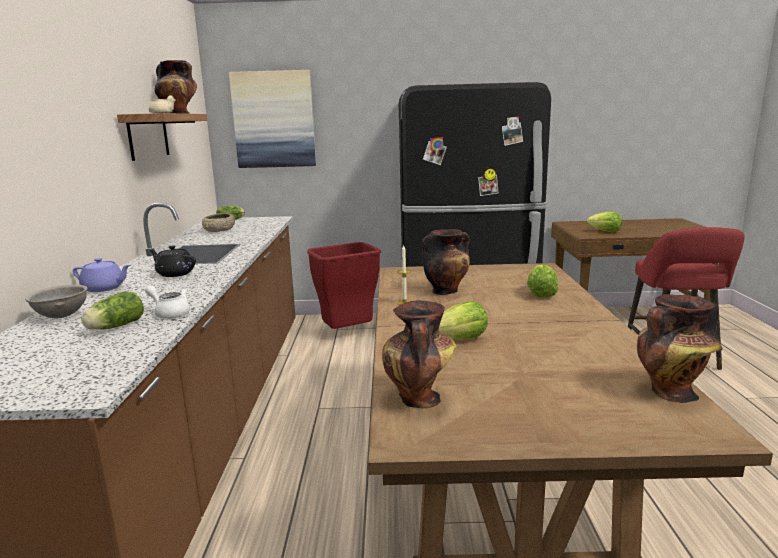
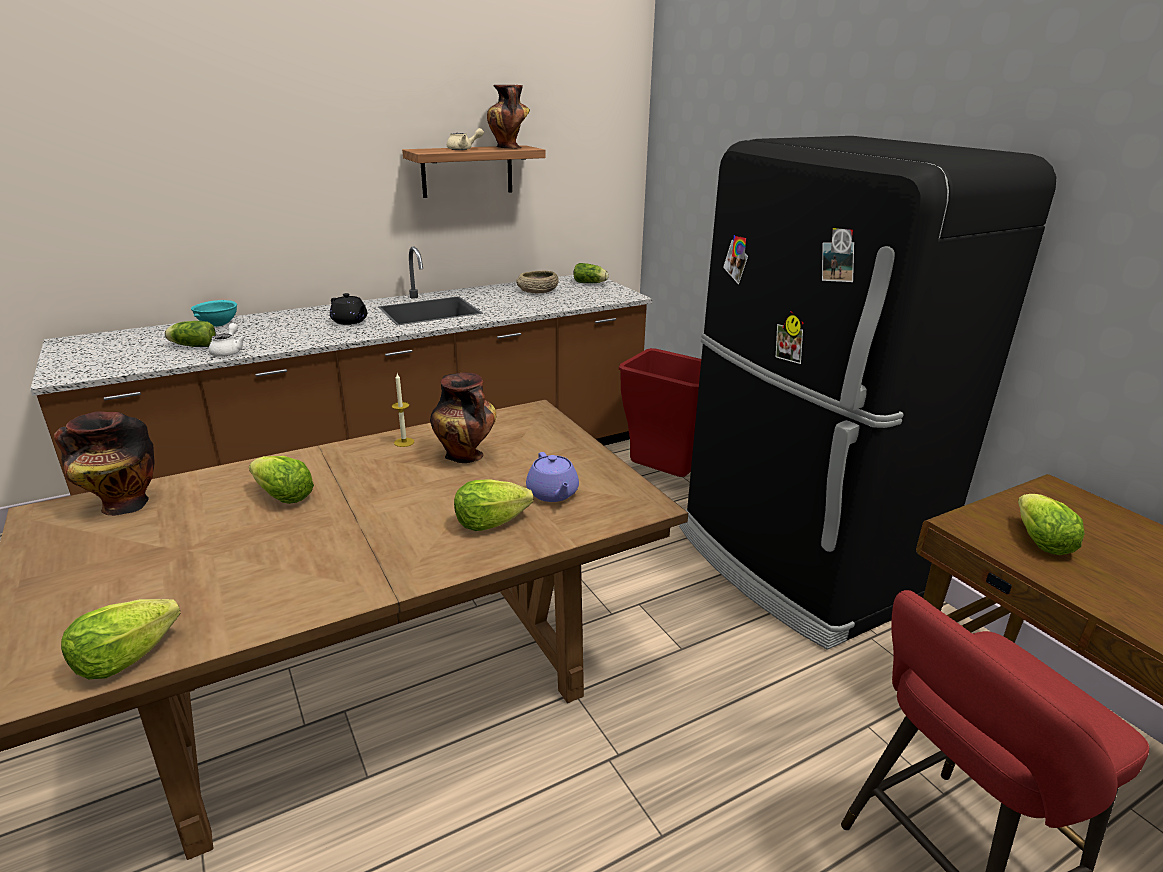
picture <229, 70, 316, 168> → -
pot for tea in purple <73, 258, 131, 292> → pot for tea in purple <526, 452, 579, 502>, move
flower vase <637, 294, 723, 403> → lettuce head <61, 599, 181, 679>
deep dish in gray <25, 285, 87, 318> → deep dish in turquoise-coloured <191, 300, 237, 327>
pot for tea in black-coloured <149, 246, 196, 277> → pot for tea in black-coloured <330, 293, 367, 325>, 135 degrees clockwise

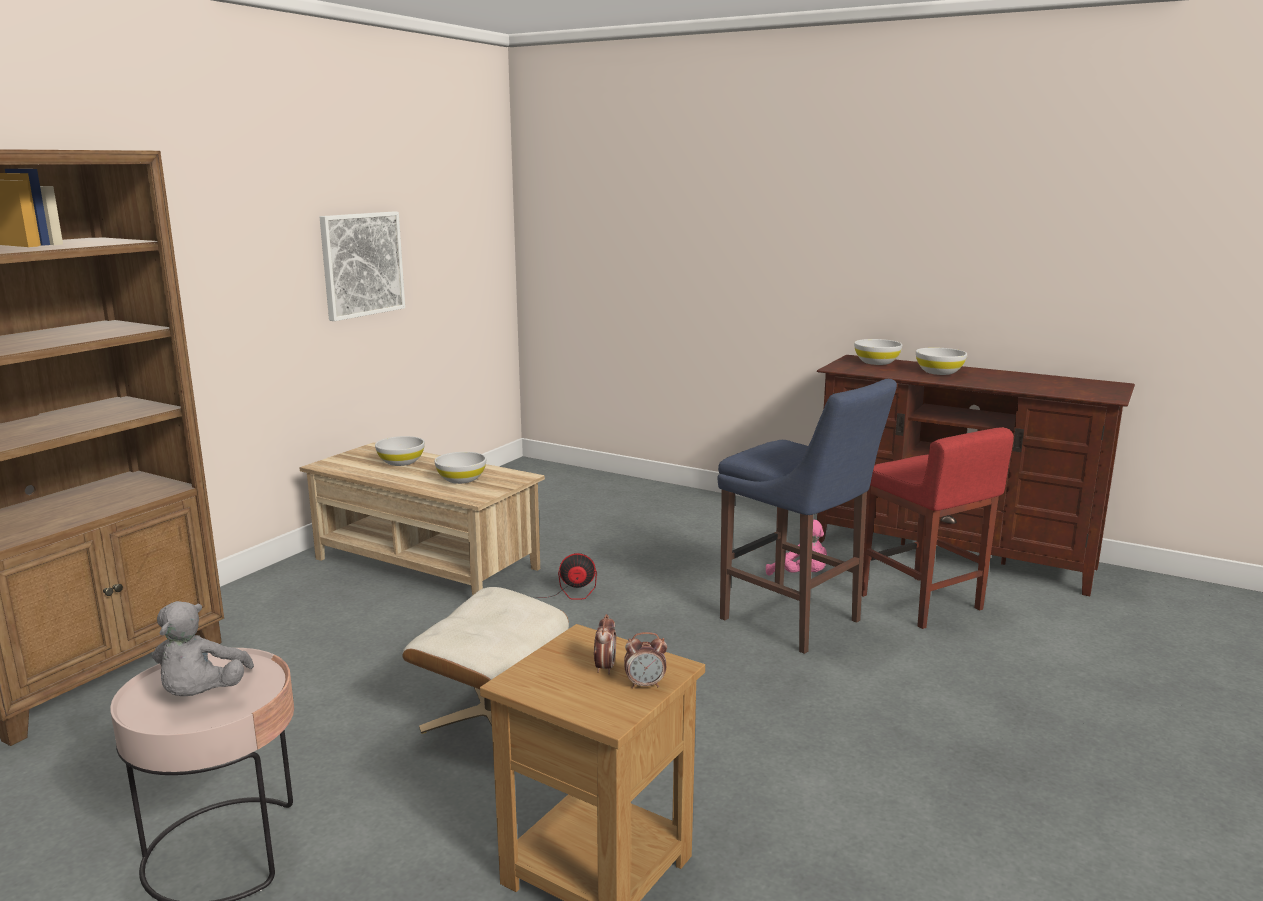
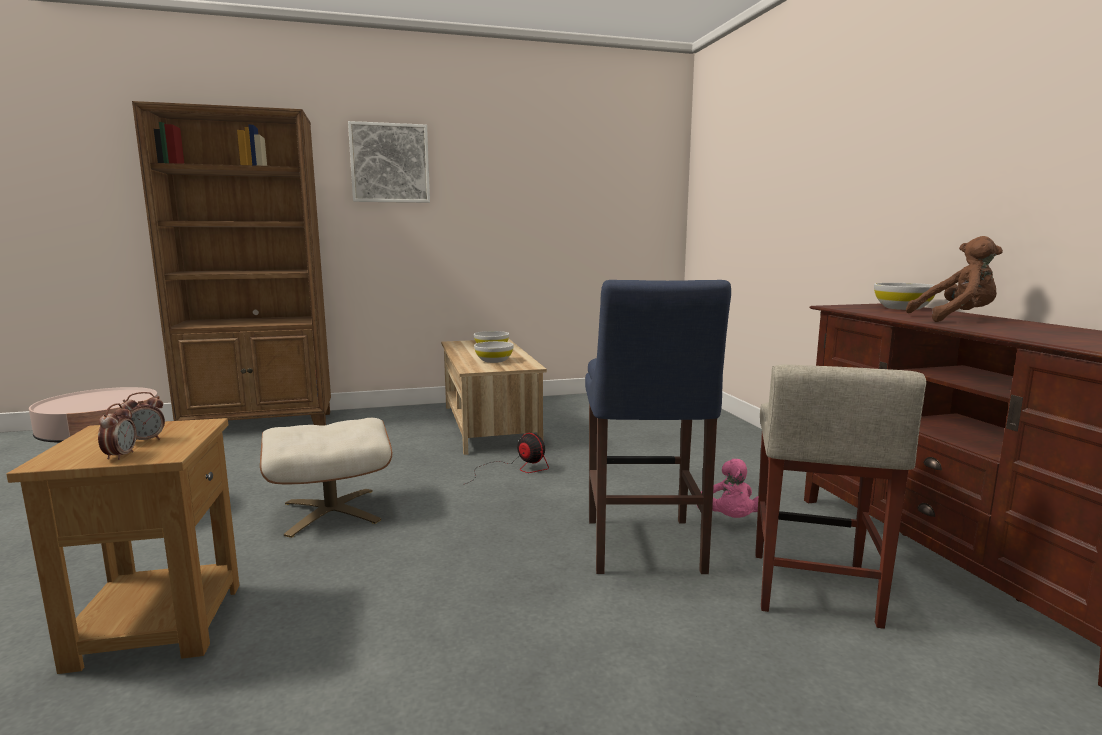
soft toy in gray <152, 601, 254, 696> → -
picture <320, 212, 405, 321> → picture <348, 121, 430, 203>, move
deep dish in whitish <916, 347, 967, 375> → soft toy in brown-coloured <906, 236, 1003, 322>
stool seat in red-coloured <862, 427, 1014, 629> → stool seat in beige <755, 365, 926, 629>
bedside clock <624, 632, 667, 688> → bedside clock <98, 403, 136, 460>, 135 degrees counterclockwise

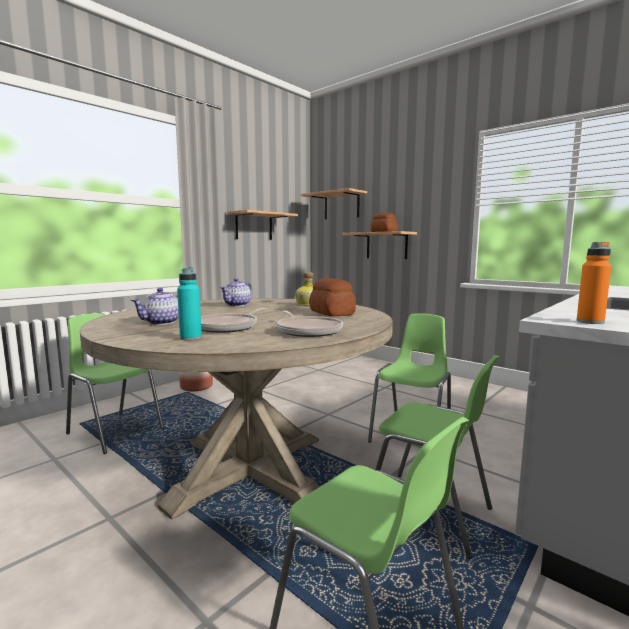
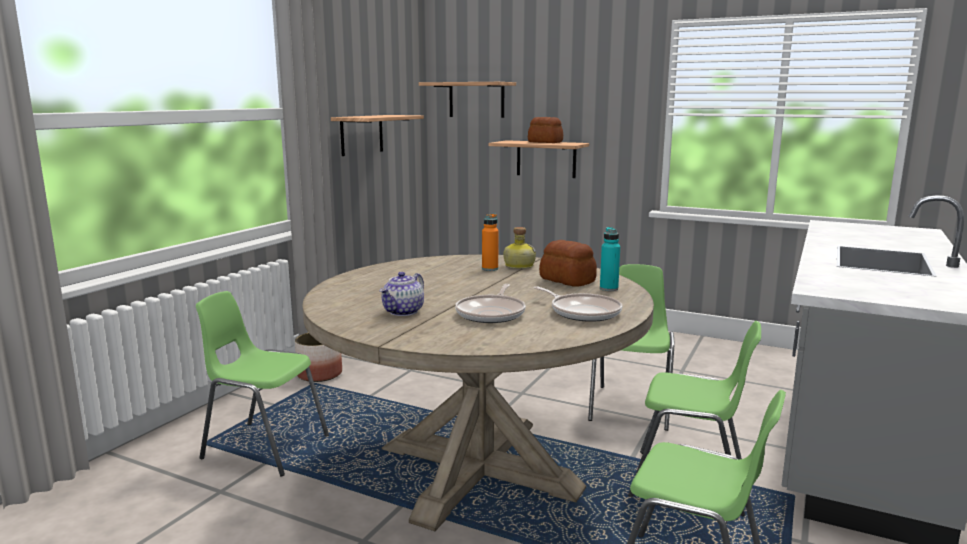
pot for tea <220, 278, 253, 306> → -
drink bottle in turquoise-coloured <177, 267, 202, 341> → drink bottle in turquoise-coloured <600, 227, 620, 291>, move
drink bottle in orange <576, 242, 611, 324> → drink bottle in orange <482, 214, 499, 271>, move

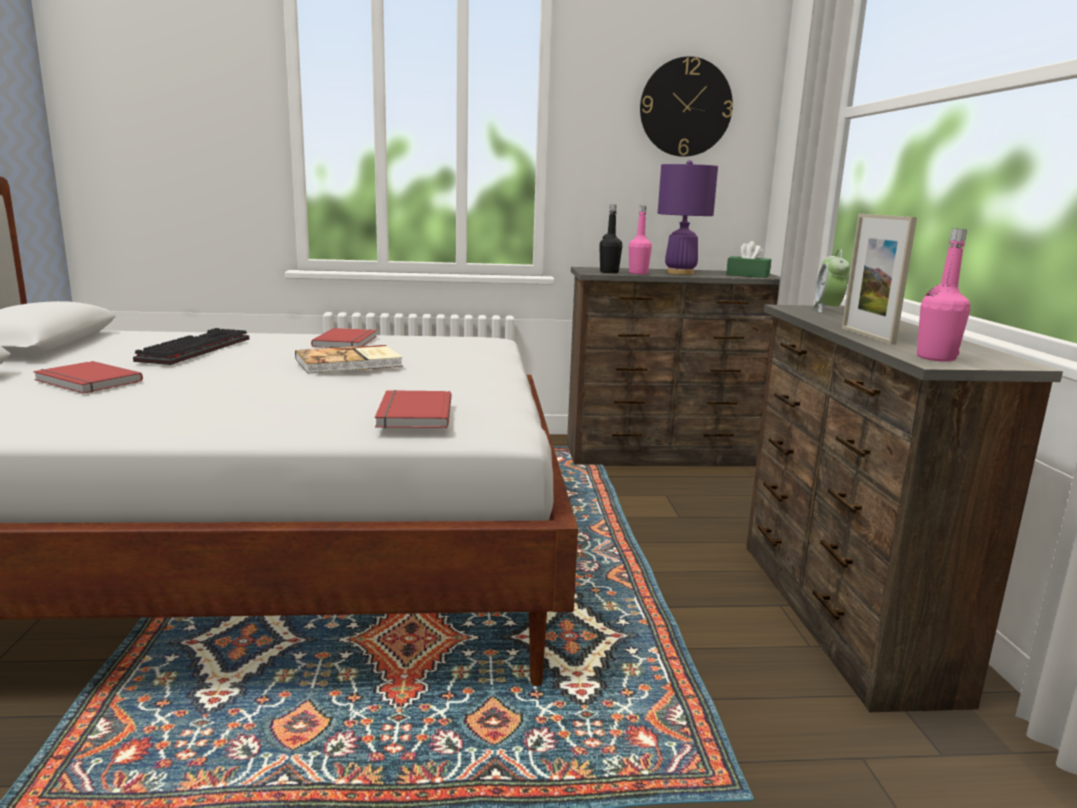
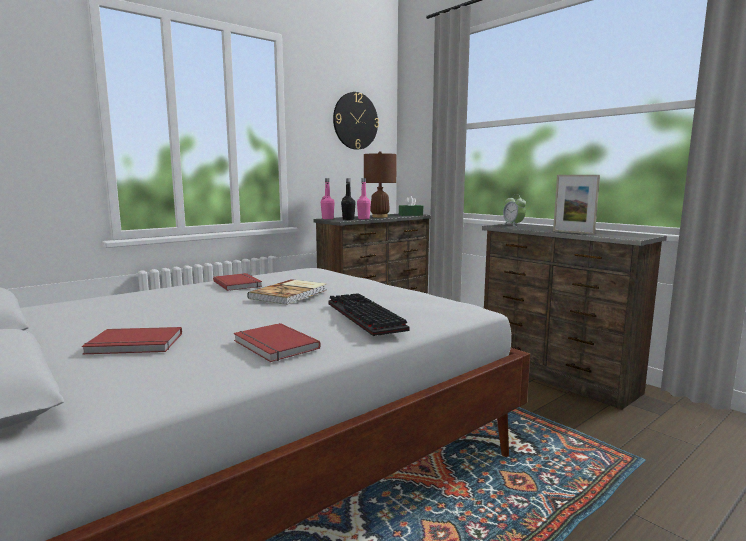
keyboard <133, 328, 249, 365> → keyboard <328, 293, 409, 336>, move
volume in red-coloured <375, 390, 451, 428> → volume in red-coloured <234, 323, 321, 362>, move
drink bottle in pink <917, 229, 970, 362> → drink bottle in pink <321, 178, 335, 219>, move
table lamp in purple <658, 160, 718, 275> → table lamp in brown-coloured <364, 151, 397, 218>

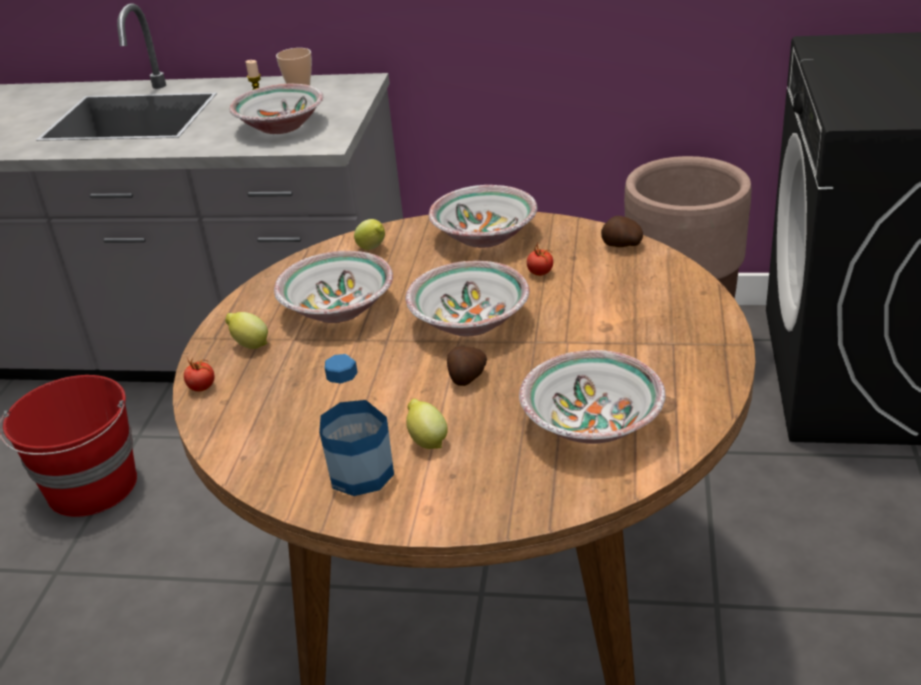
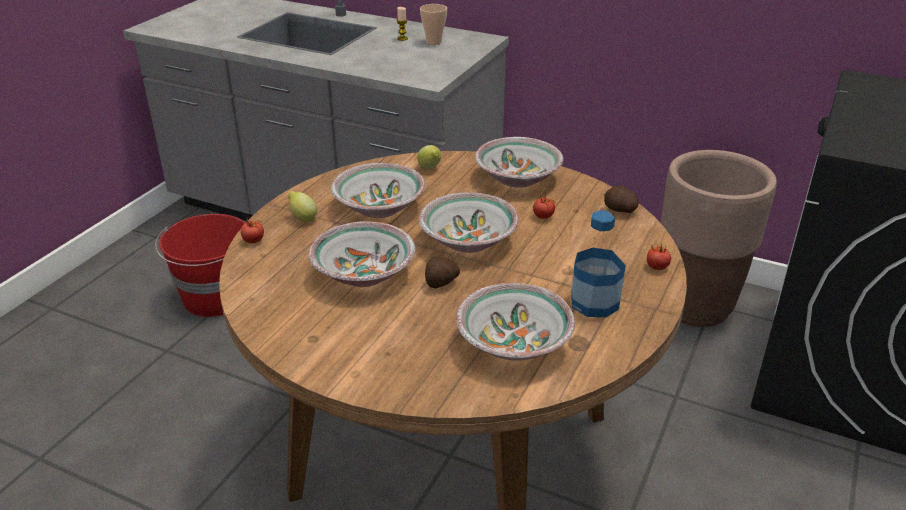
whole lemon <406, 399, 448, 449> → -
- → whole tomato <647, 244, 671, 270>
deep dish <230, 84, 323, 134> → deep dish <308, 221, 416, 287>, move
drink bottle <319, 354, 394, 496> → drink bottle <571, 210, 626, 317>, move

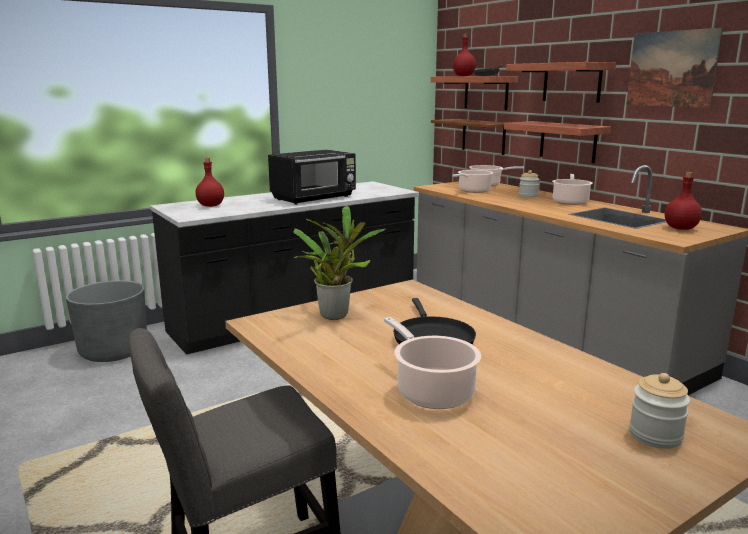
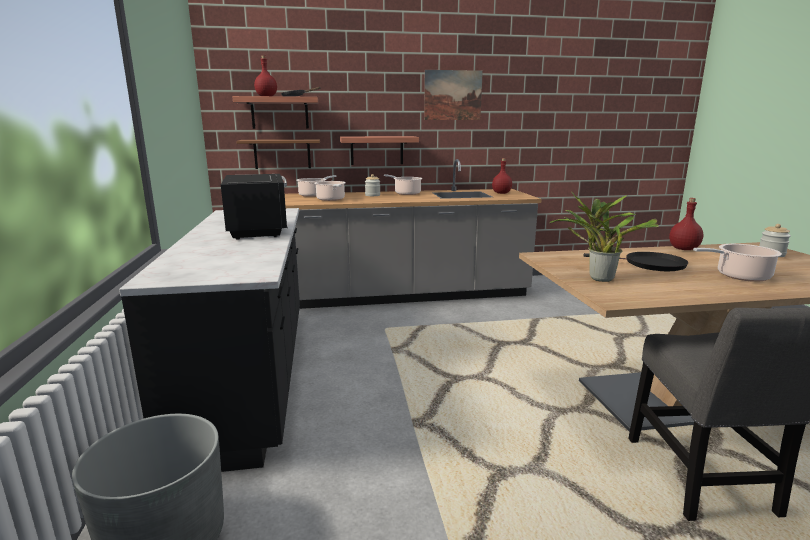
shelf <506, 62, 616, 103> → -
drink bottle in red-coloured <195, 158, 224, 207> → drink bottle in red-coloured <669, 198, 703, 250>, move

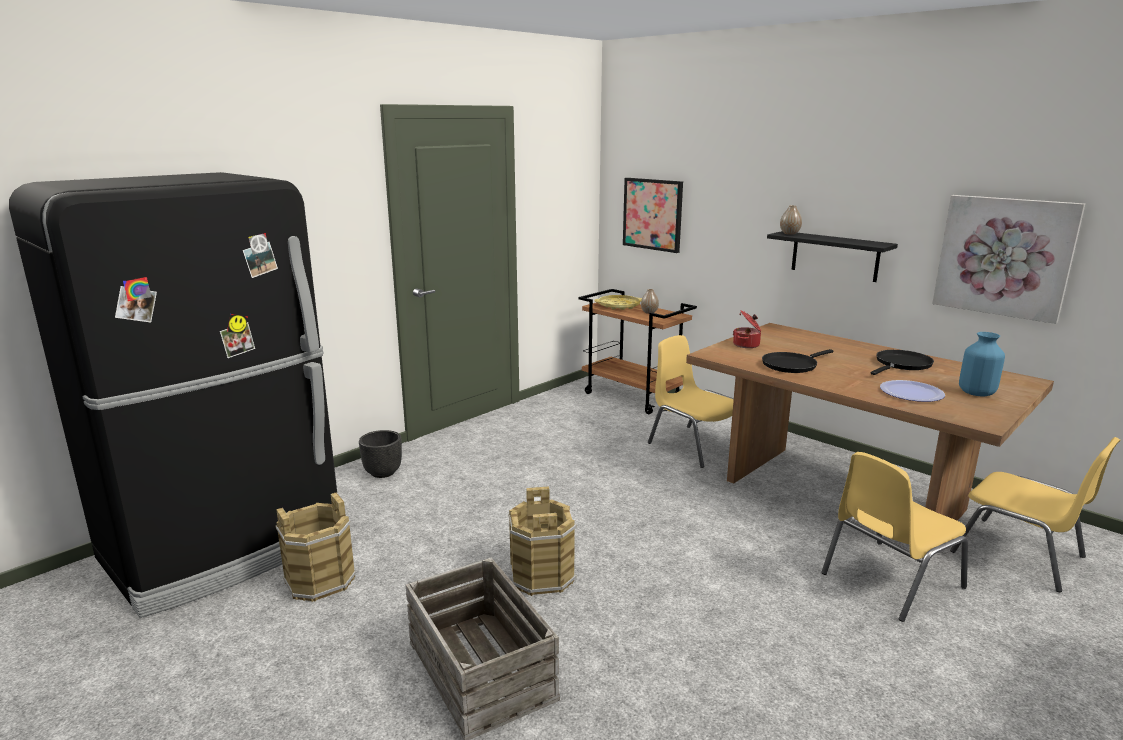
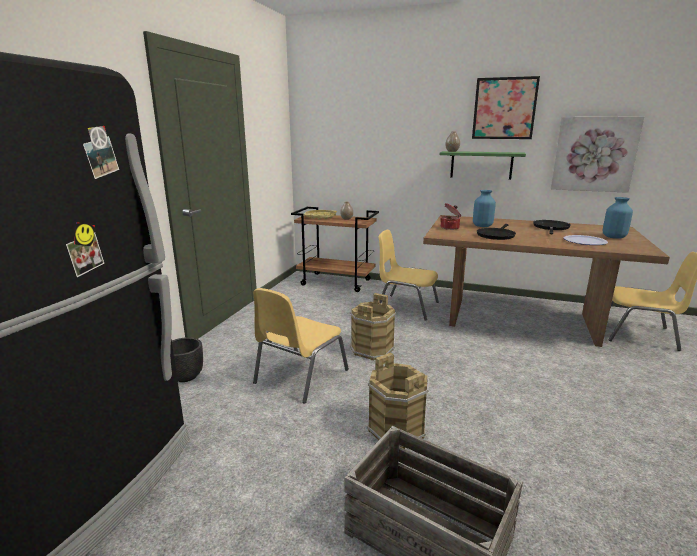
- → flower vase in bluish <473, 190, 496, 227>
bucket in brown-coloured <276, 493, 356, 602> → bucket in brown-coloured <350, 293, 396, 360>, move
picture <623, 178, 683, 253> → picture <472, 76, 540, 139>, move
chair in yellowish <821, 452, 968, 622> → chair in yellowish <253, 288, 349, 404>, move
shelf in black-coloured <767, 231, 898, 282> → shelf in green-coloured <440, 151, 526, 180>

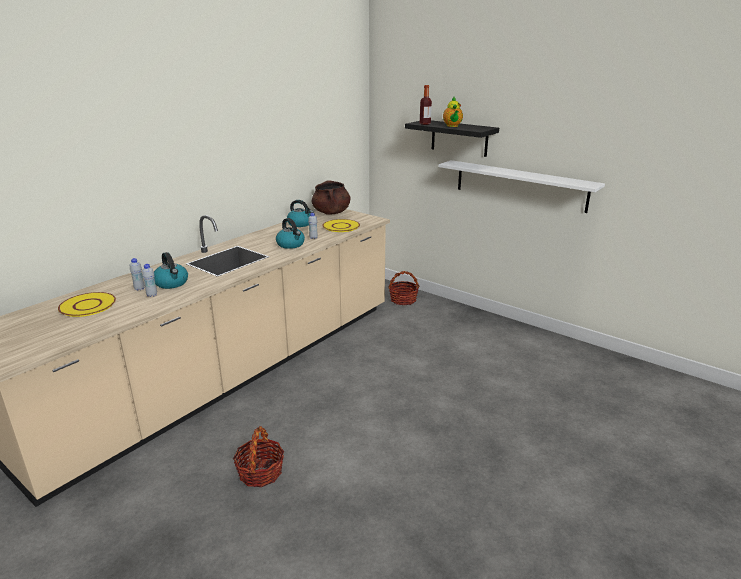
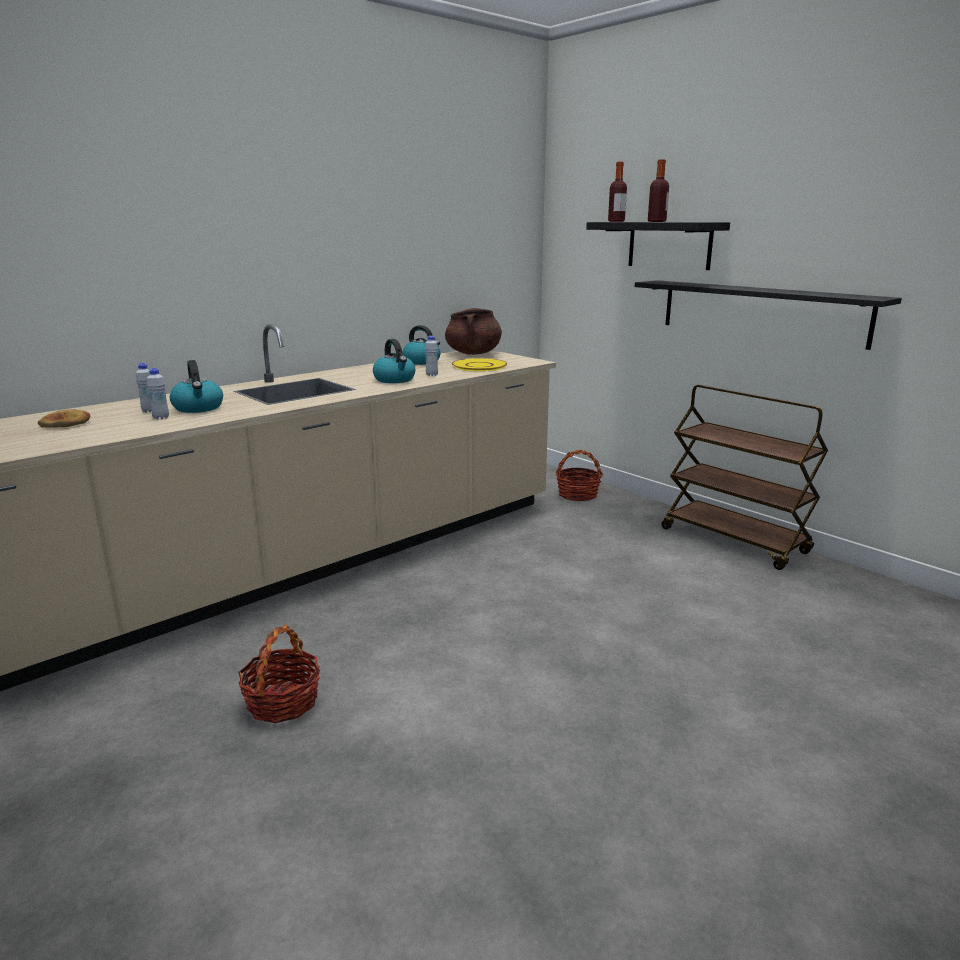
- → wheeled cart in brown-coloured <662, 385, 828, 570>
flat dish in yellowish <58, 292, 116, 317> → baked bread <37, 409, 90, 428>
pot for tea <443, 97, 463, 127> → drink bottle <648, 159, 669, 222>
shelf in whitish <438, 160, 605, 213> → shelf in black-coloured <635, 280, 902, 350>

